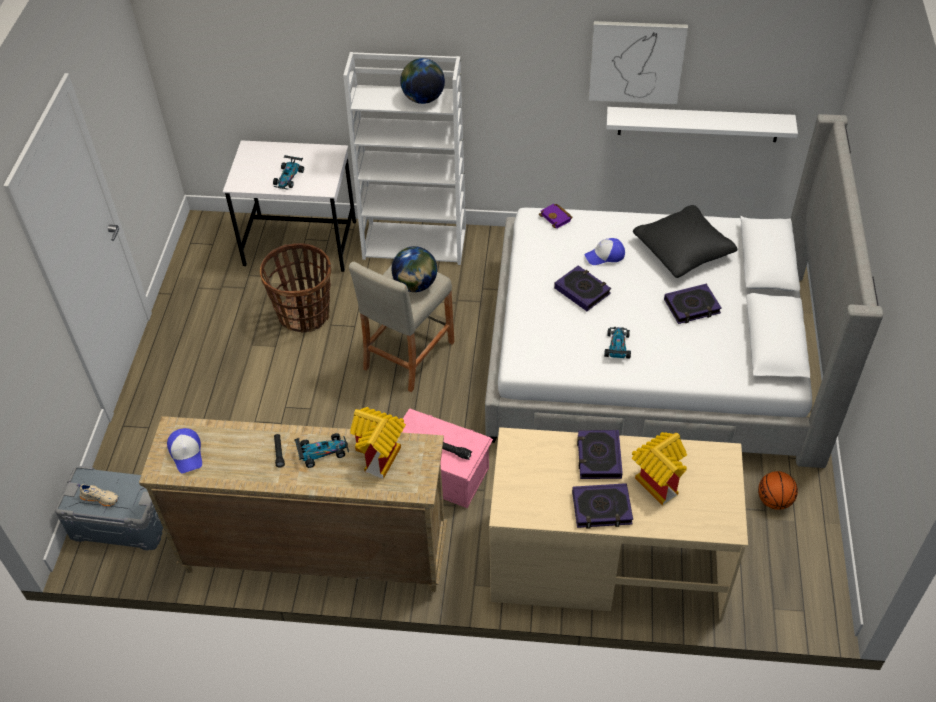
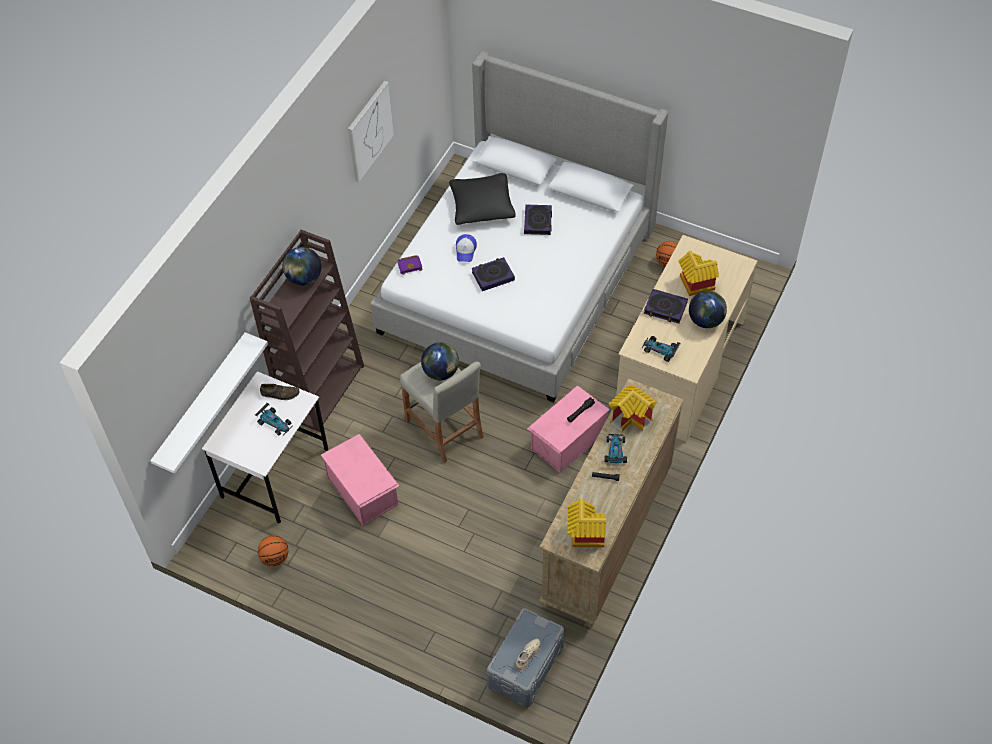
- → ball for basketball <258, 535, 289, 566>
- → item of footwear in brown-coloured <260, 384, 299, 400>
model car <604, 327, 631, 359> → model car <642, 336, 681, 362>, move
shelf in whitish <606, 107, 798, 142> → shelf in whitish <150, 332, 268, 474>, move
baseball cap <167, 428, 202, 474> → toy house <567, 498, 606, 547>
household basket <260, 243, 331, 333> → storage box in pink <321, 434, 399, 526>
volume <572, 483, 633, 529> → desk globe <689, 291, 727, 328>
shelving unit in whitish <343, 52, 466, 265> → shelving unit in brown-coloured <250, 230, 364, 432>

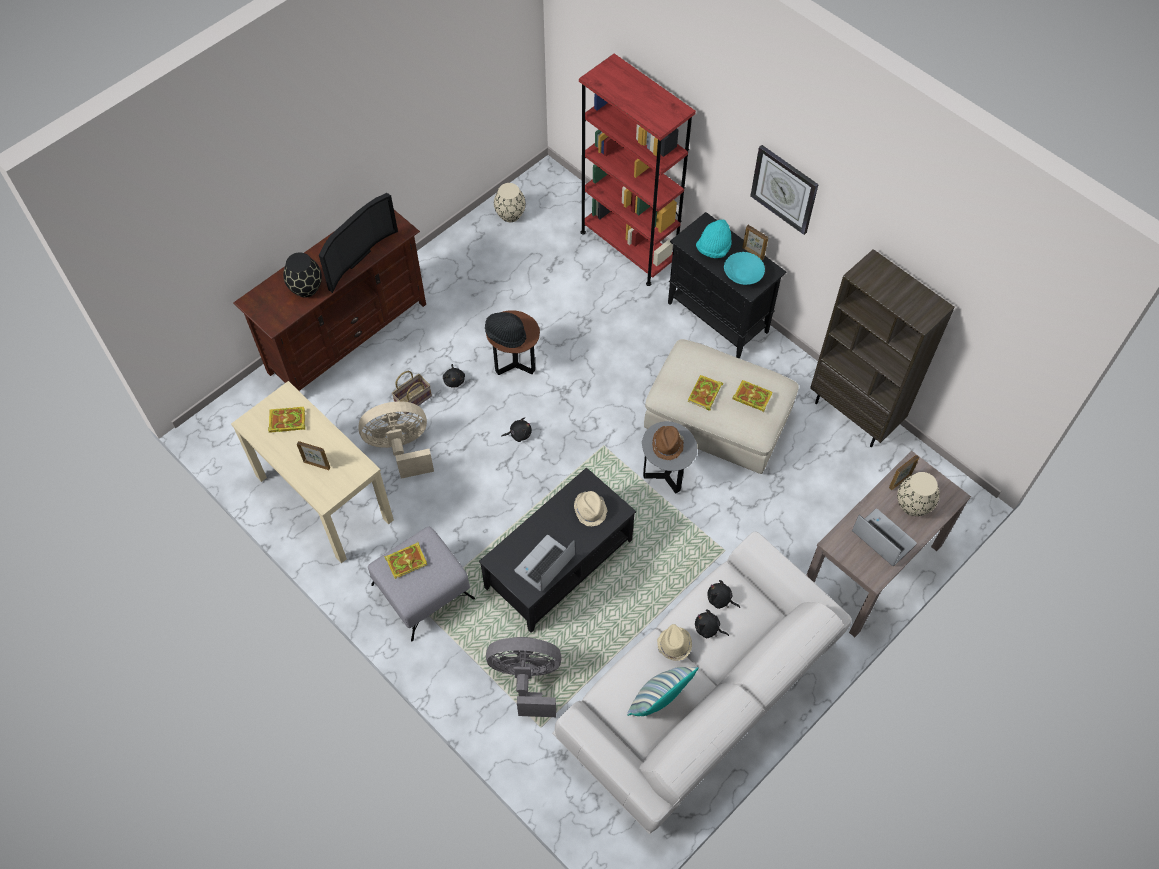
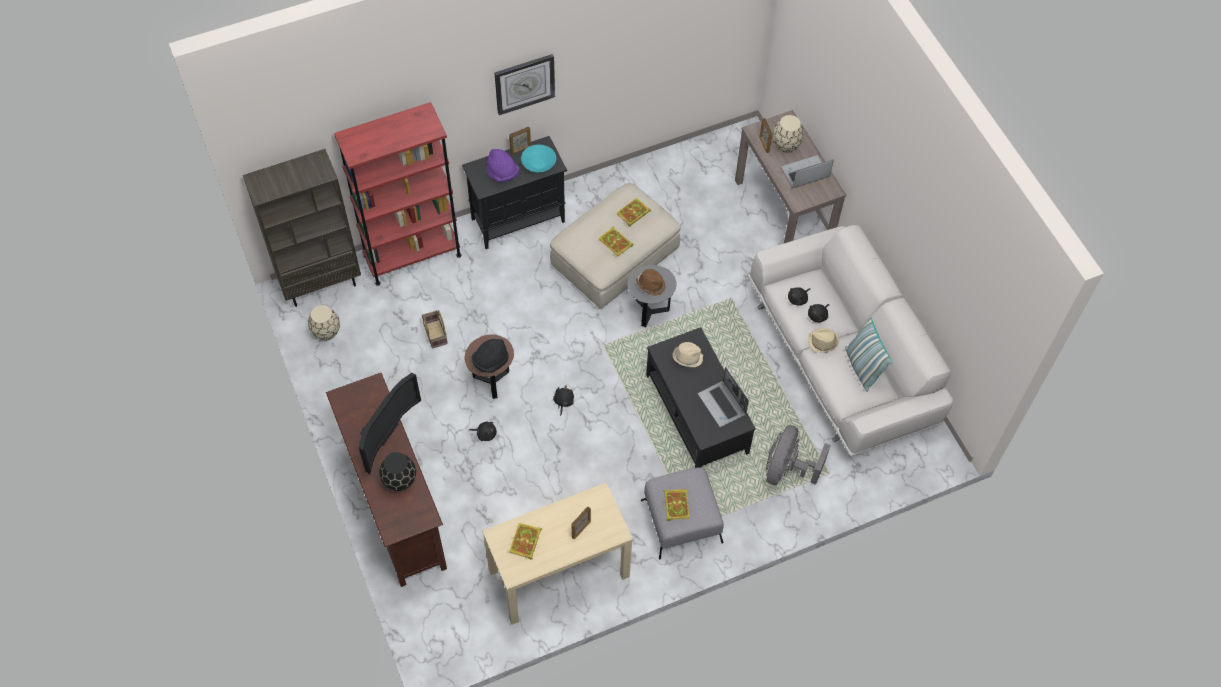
electric fan in beige <358, 401, 434, 479> → -
household basket <392, 371, 432, 414> → household basket <421, 310, 448, 349>, move
shelving unit in brown-coloured <810, 249, 955, 447> → shelving unit in brown-coloured <243, 149, 361, 307>, move
clothing hat in turquoise-coloured <696, 219, 732, 258> → clothing hat in purple <486, 149, 520, 182>
TV set <319, 193, 398, 293> → TV set <358, 373, 421, 474>, 60 degrees clockwise

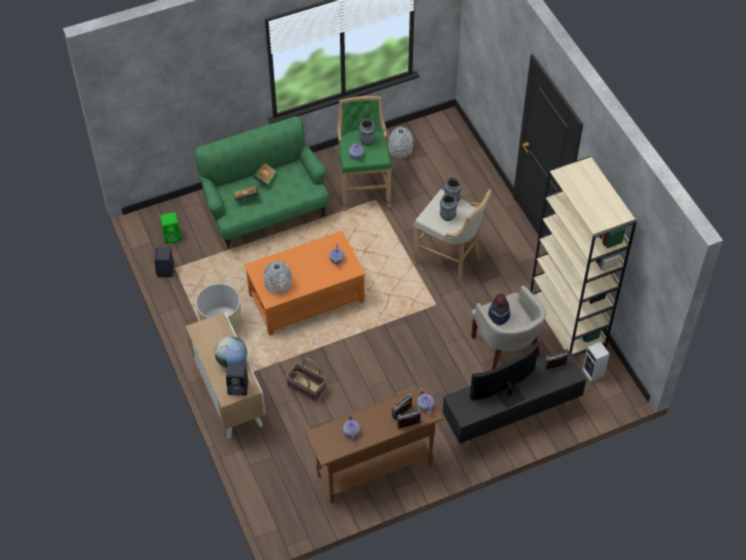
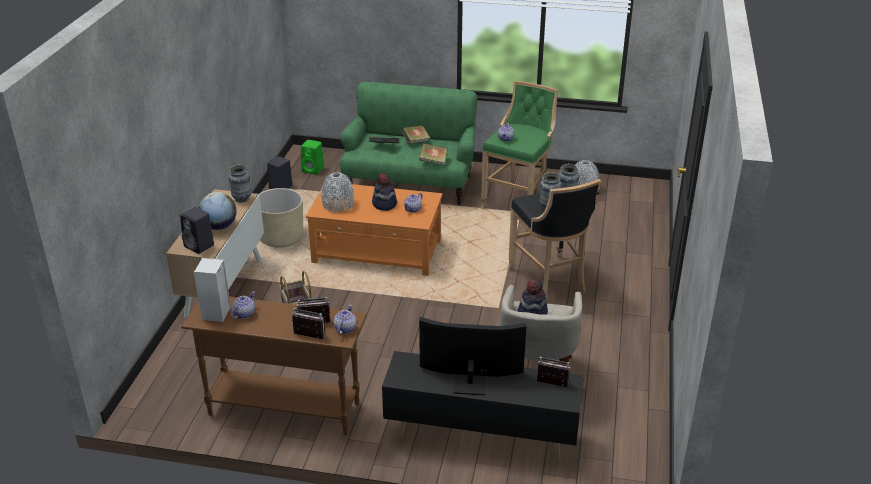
shelving unit in beige <530, 156, 637, 357> → -
- → clothing hat <372, 173, 397, 211>
- → volume <419, 143, 448, 166>
flower vase <359, 118, 376, 146> → flower vase <228, 165, 251, 202>, move
loudspeaker <582, 341, 610, 382> → loudspeaker <194, 258, 231, 322>, move
stool seat in beige <413, 189, 492, 283> → stool seat in black-coloured <508, 179, 601, 297>

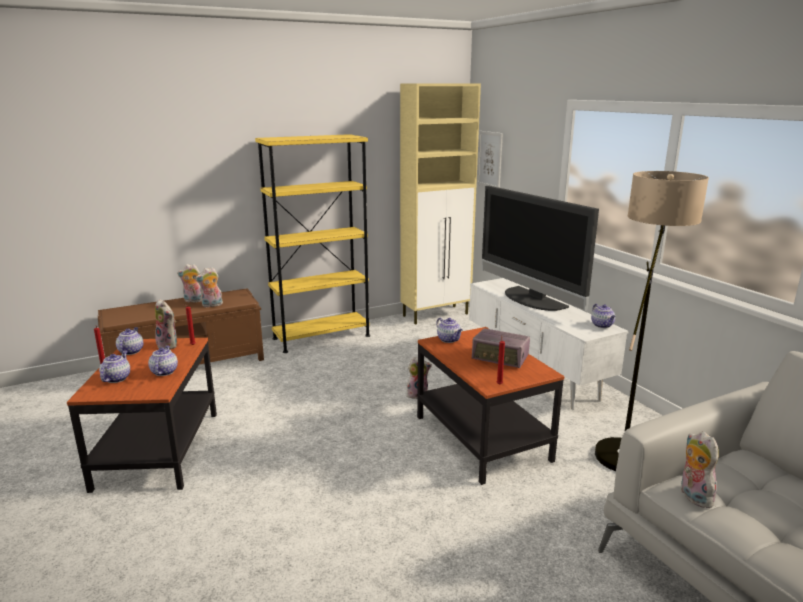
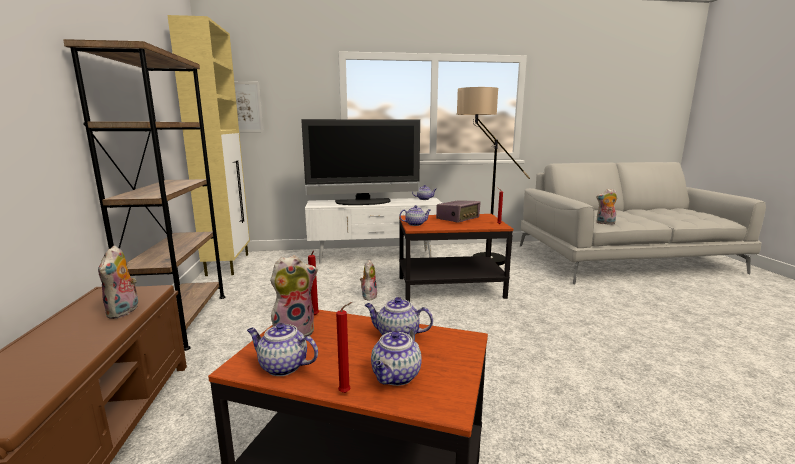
soft toy <177, 264, 202, 303> → -
shelving unit in yellowish <255, 134, 370, 353> → shelving unit in brown-coloured <63, 39, 225, 351>
pot for tea <99, 351, 130, 383> → pot for tea <371, 326, 422, 386>, 90 degrees counterclockwise

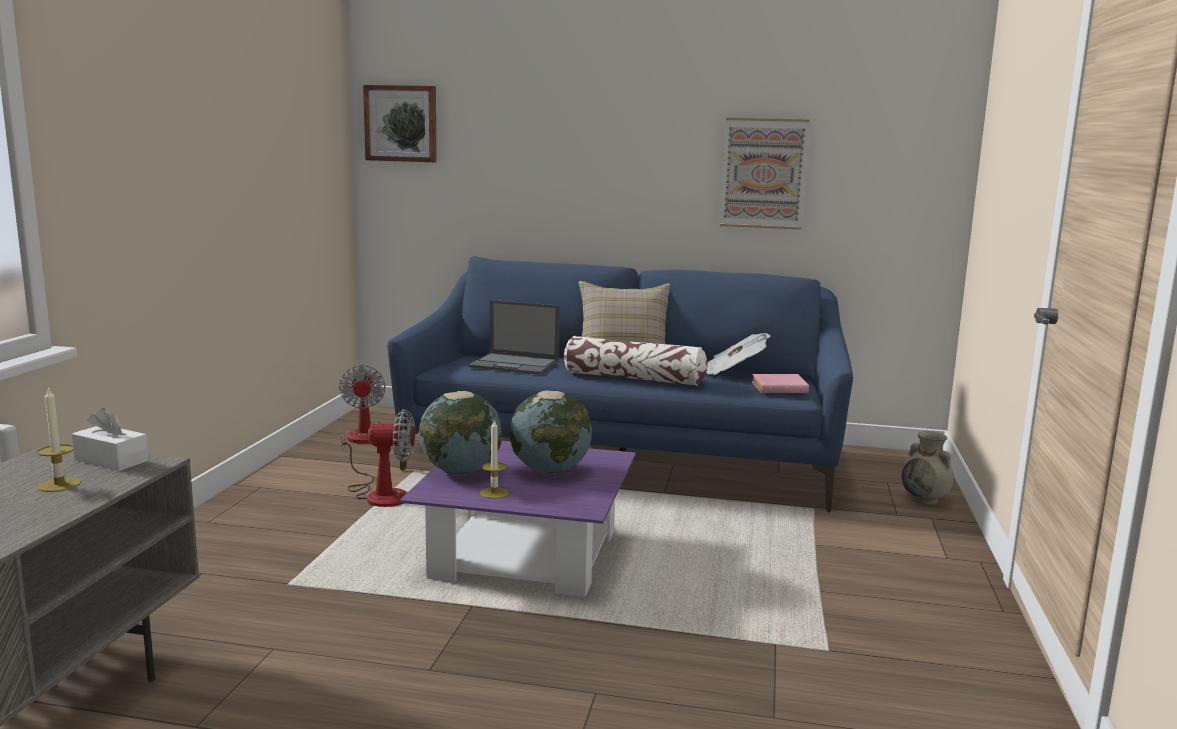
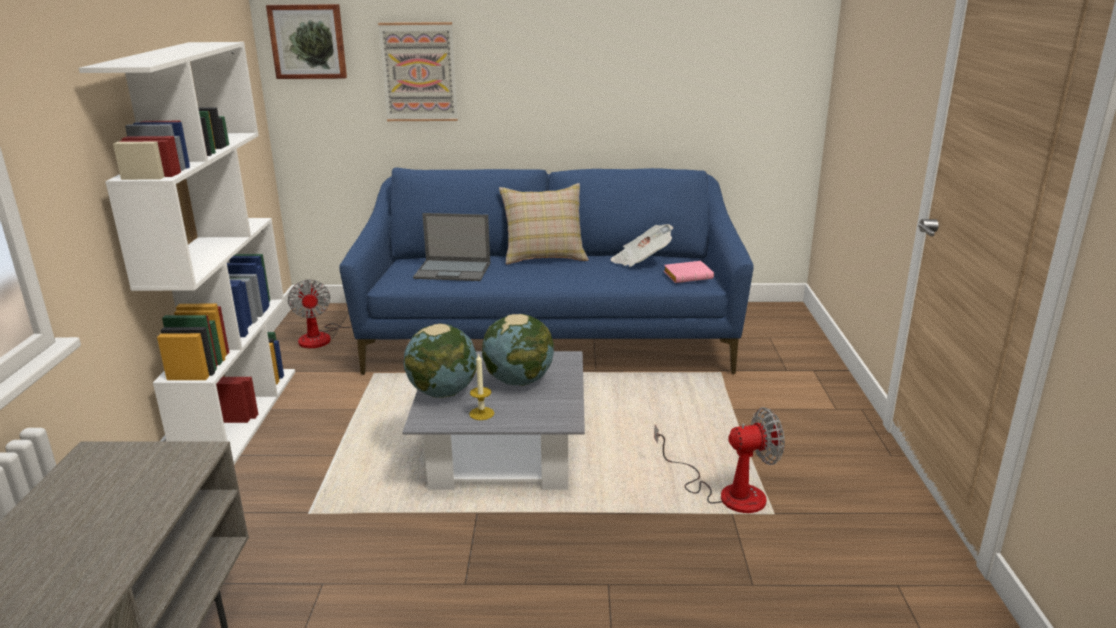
wax light <37, 386, 81, 492> → -
box of tissues in whitish <72, 408, 148, 471> → -
throw pillow <564, 336, 708, 386> → -
flower vase in beige <901, 431, 954, 505> → -
- → shelving unit in whitish <79, 42, 295, 464>
electric fan <341, 409, 415, 507> → electric fan <654, 407, 785, 513>, move
picture <720, 118, 810, 230> → picture <378, 22, 458, 121>, move
coffee table in purple <400, 441, 636, 597> → coffee table in gray <402, 351, 585, 490>

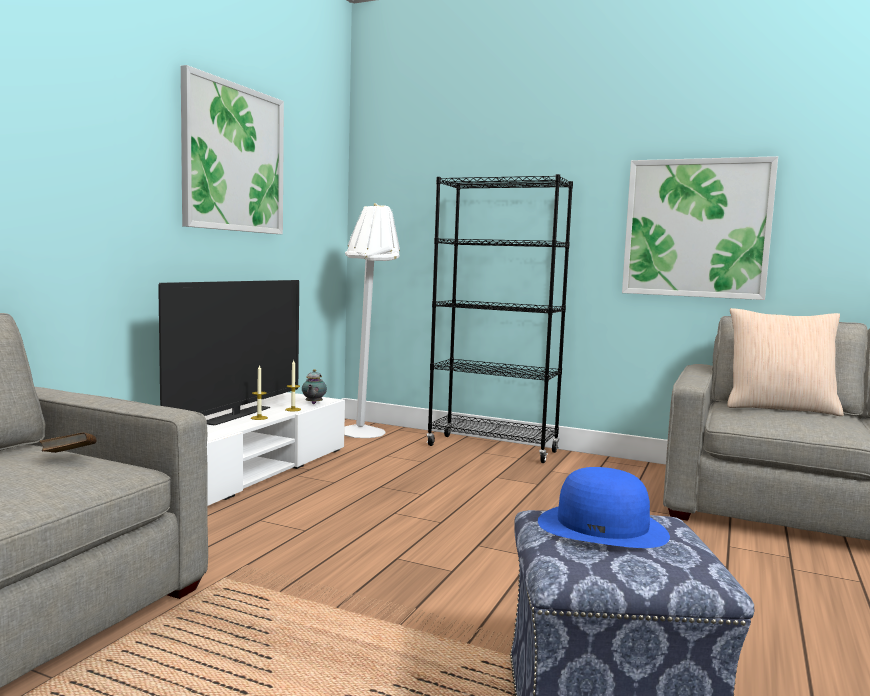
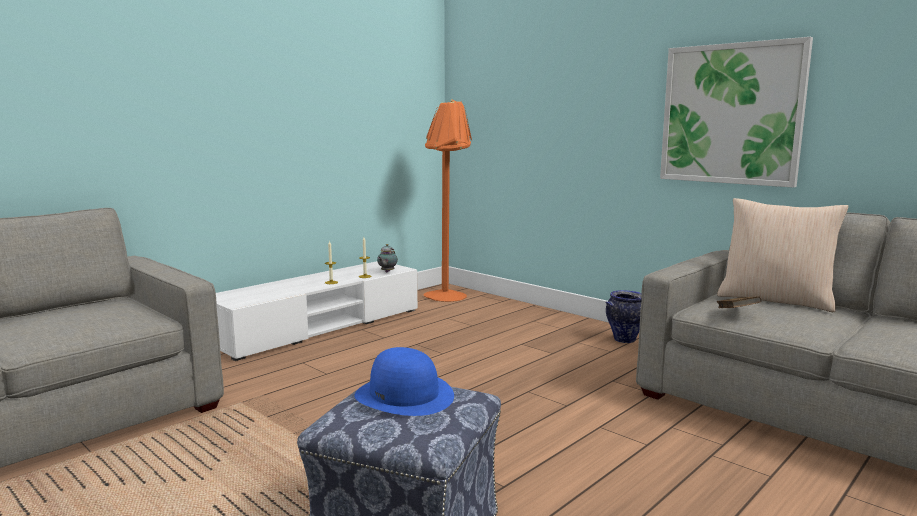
TV set <158, 280, 299, 425> → -
picture <181, 65, 284, 234> → -
shelving unit in black-coloured <427, 174, 573, 463> → -
- → flower vase <605, 290, 642, 343>
volume in brown-coloured <39, 432, 97, 453> → volume in brown-coloured <717, 296, 761, 308>, move
standing lamp in whitish <344, 203, 400, 438> → standing lamp in orange <423, 99, 472, 302>

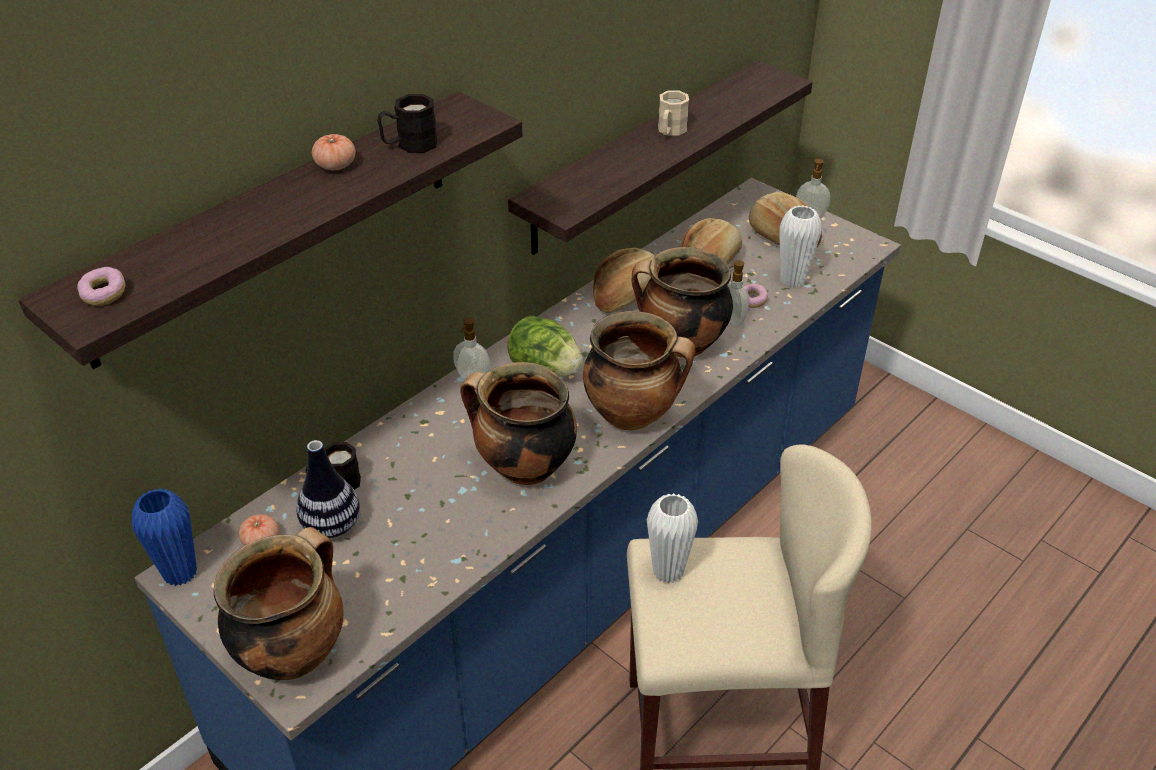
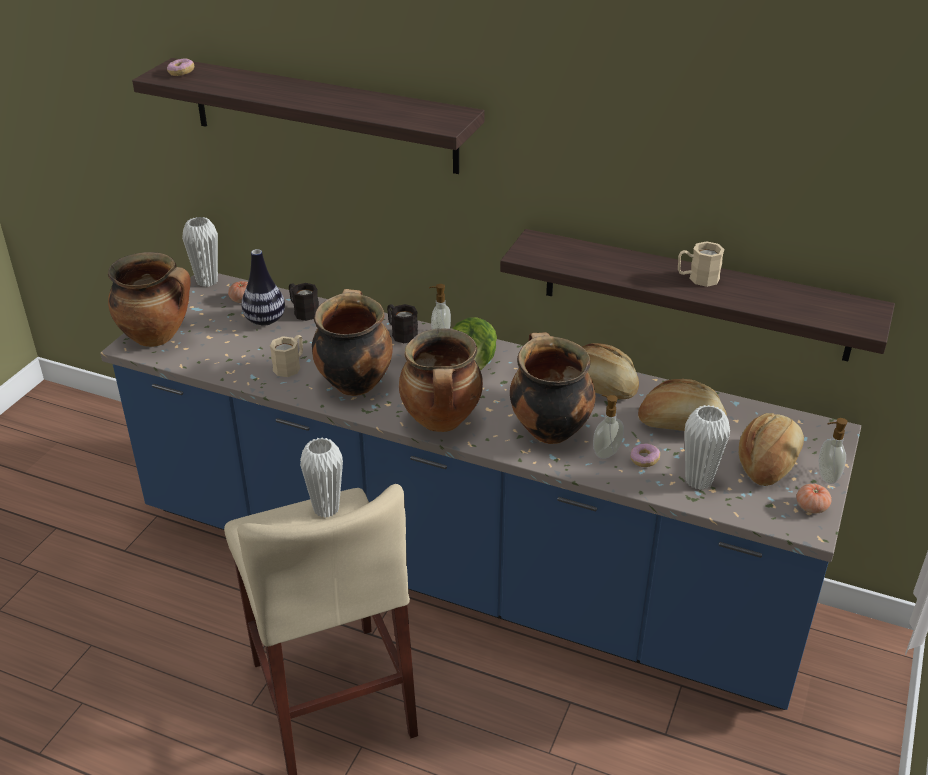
- → coffee mug in beige <270, 335, 303, 377>
whole tomato <312, 134, 356, 170> → whole tomato <796, 484, 831, 513>, move
coffee mug in black-coloured <377, 94, 437, 153> → coffee mug in black-coloured <387, 304, 418, 343>, move
flower vase in bluish <132, 488, 197, 586> → flower vase in whitish <182, 217, 218, 287>

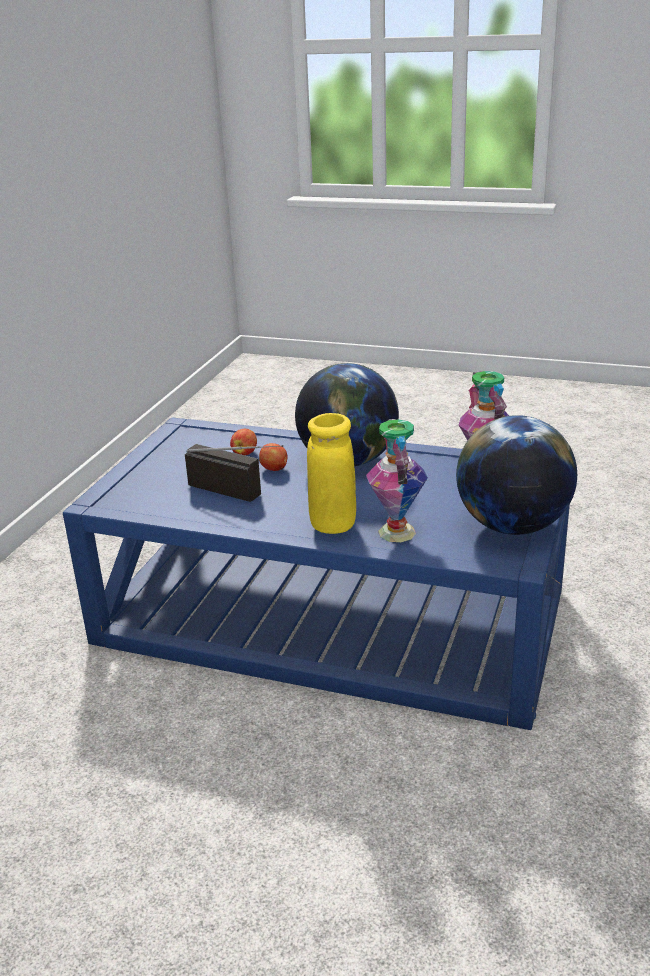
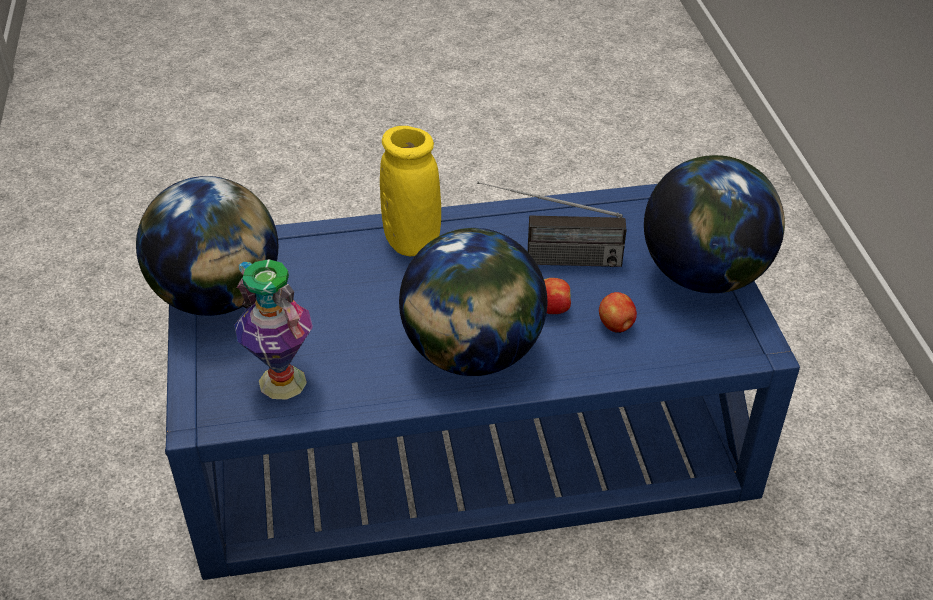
flower vase <366, 419, 428, 542> → -
- → desk globe <644, 155, 785, 293>

